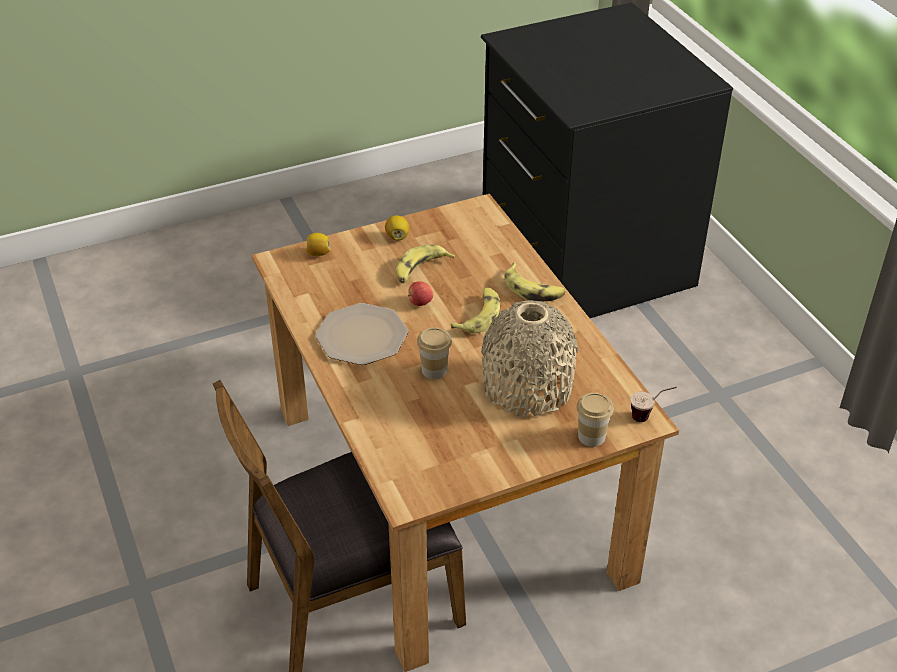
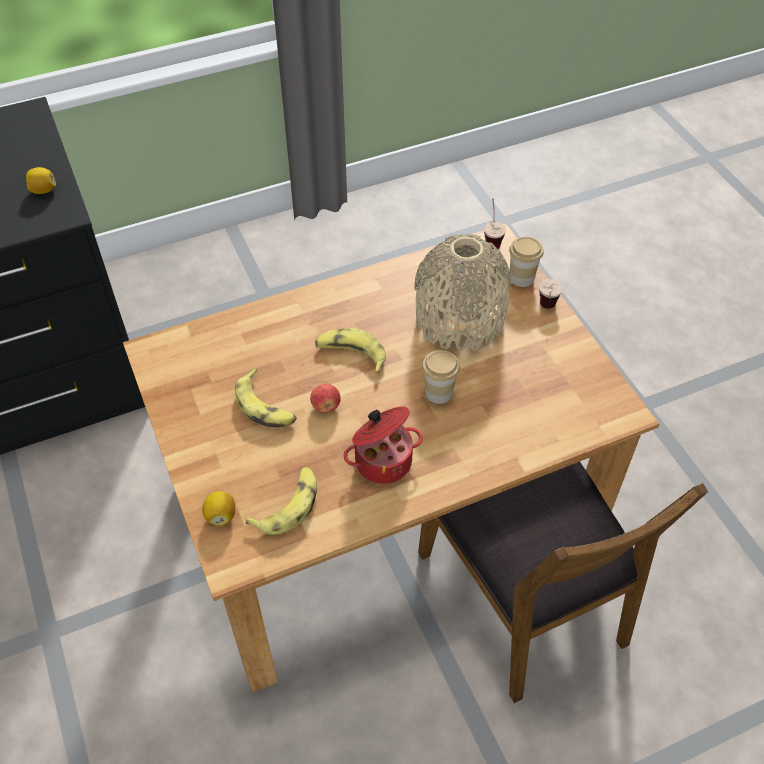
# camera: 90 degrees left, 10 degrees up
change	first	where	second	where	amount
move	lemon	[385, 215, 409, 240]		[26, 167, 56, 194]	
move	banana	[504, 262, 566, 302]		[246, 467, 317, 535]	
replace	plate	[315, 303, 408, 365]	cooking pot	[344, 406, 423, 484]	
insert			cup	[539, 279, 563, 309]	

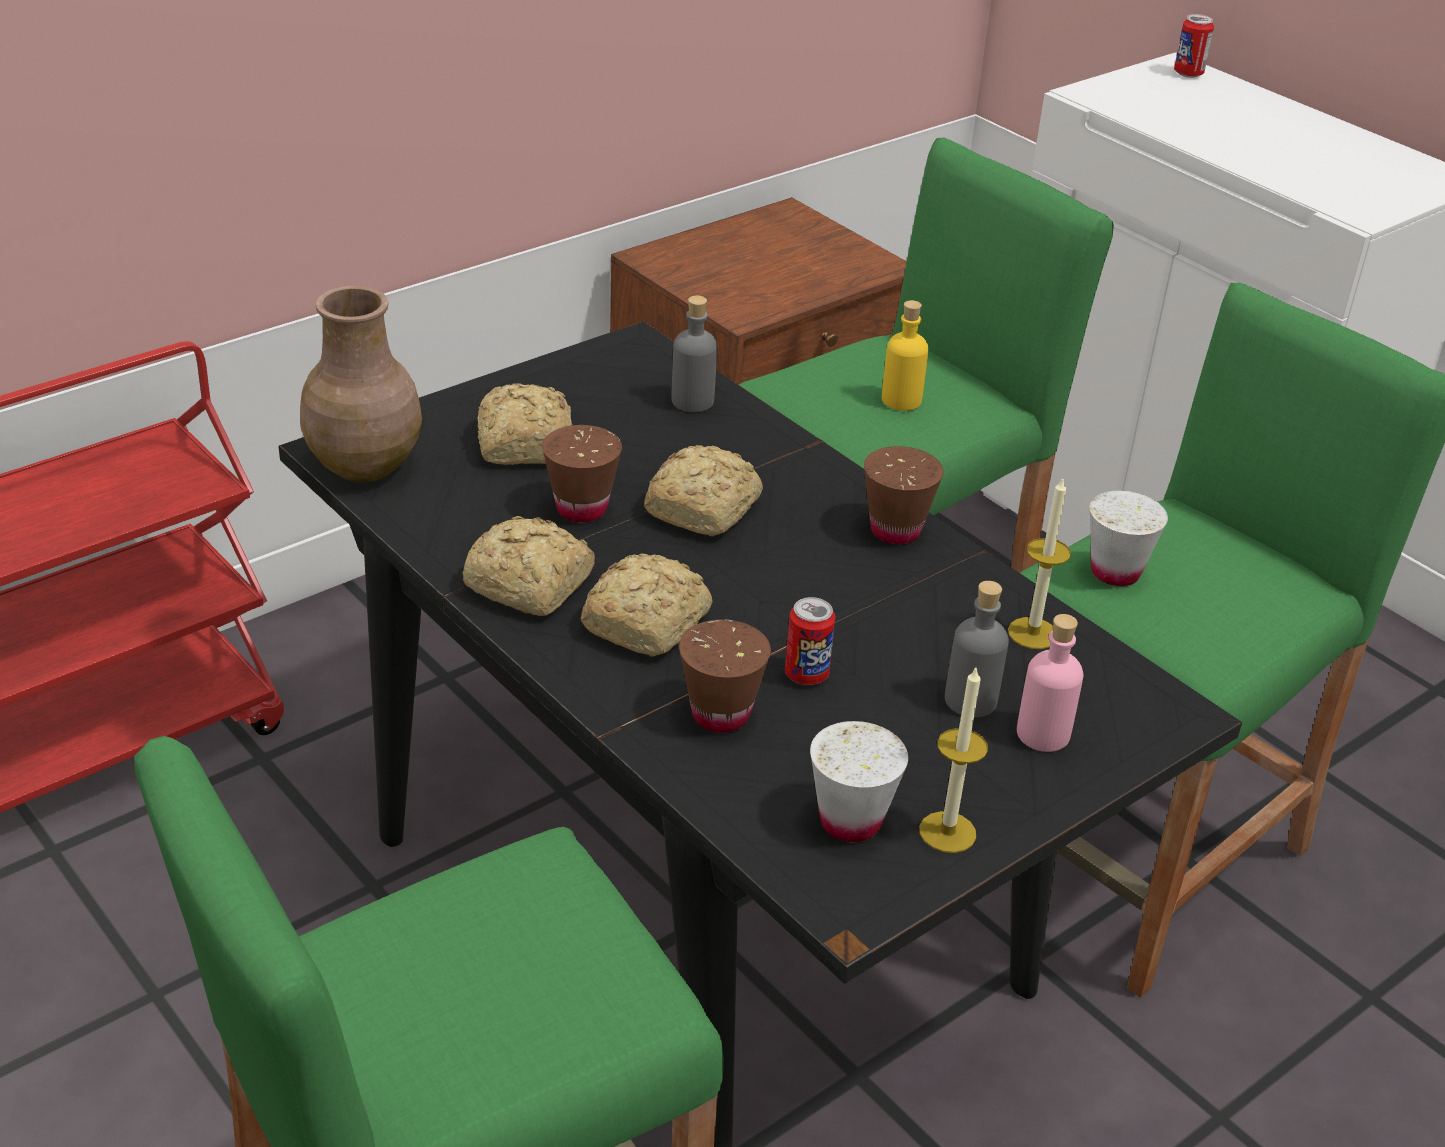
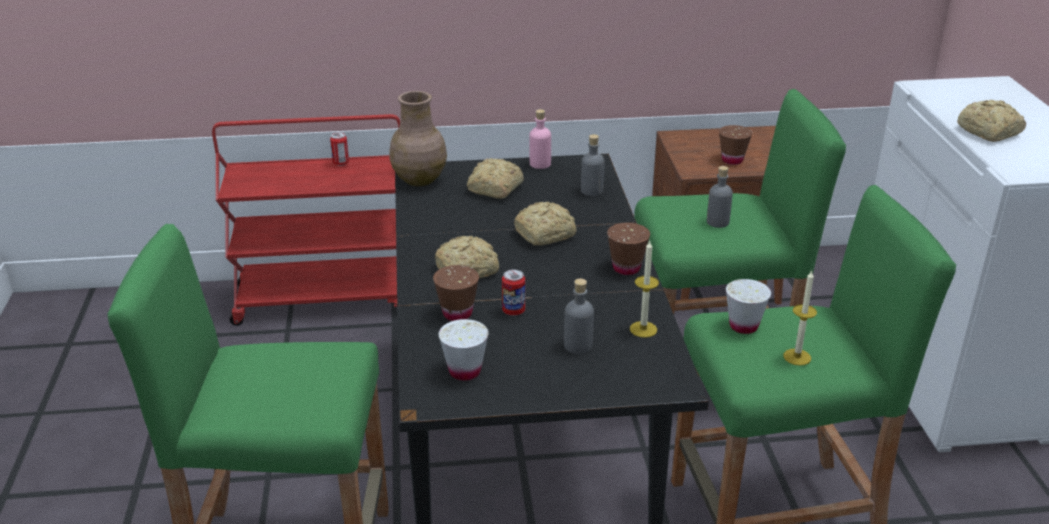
# camera: 35 degrees right, 5 degrees down
change	first	where	second	where	amount
move	can	[1174, 14, 1214, 78]		[330, 132, 349, 166]	
move	pink bottle	[1017, 614, 1083, 752]		[529, 109, 551, 169]	
recolor	yellow bottle	[882, 300, 928, 411]	grey bottle	[707, 166, 733, 228]	
move	brown cup	[542, 425, 622, 523]		[719, 125, 752, 165]	
move	candle	[919, 668, 988, 853]		[783, 270, 817, 366]	
move	bread	[463, 516, 595, 616]		[957, 100, 1026, 142]	

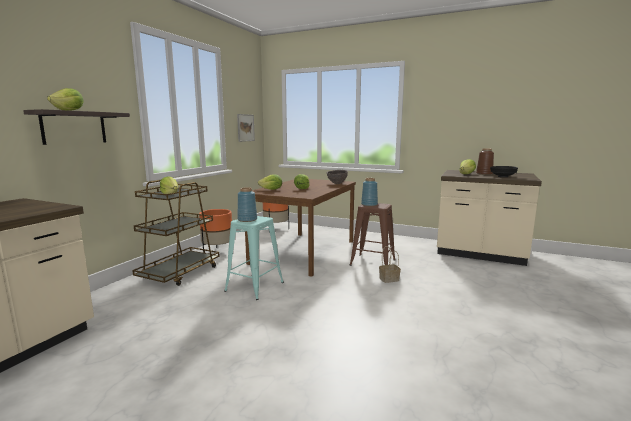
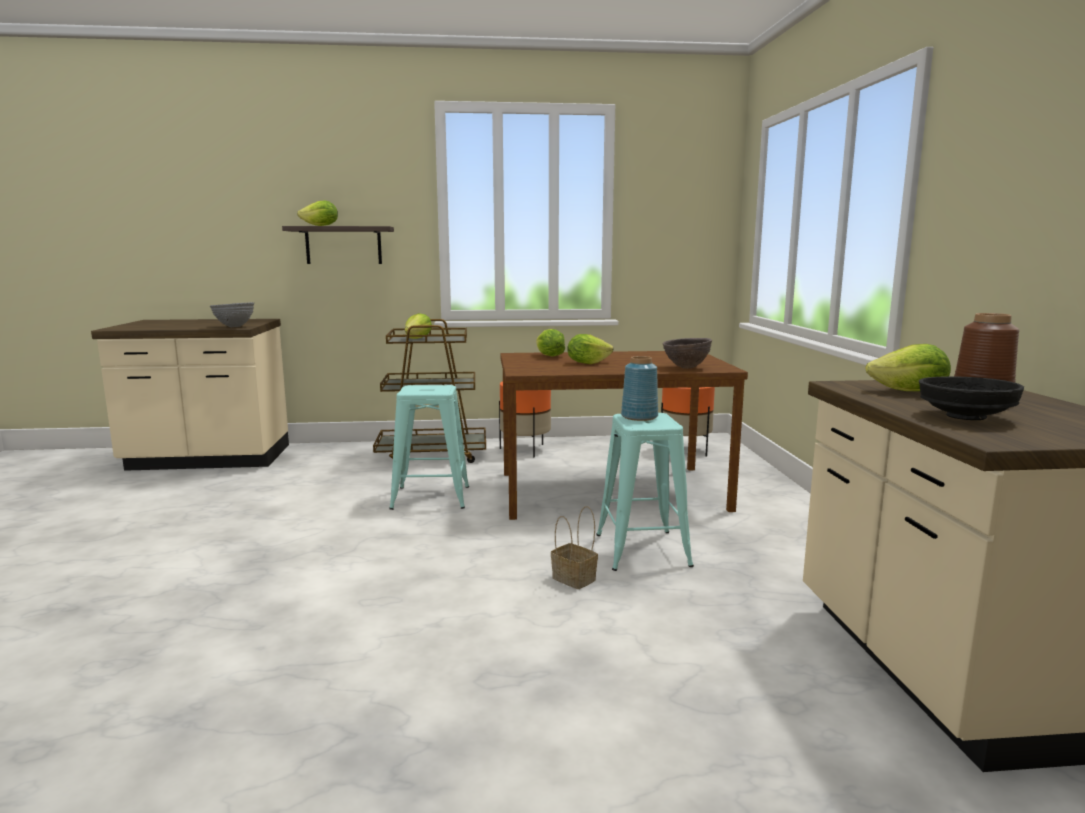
# camera: 60 degrees right, 0 degrees up
change	first	where	second	where	amount
insert			grey bowl	[210, 302, 254, 327]	
recolor	brown stool	[350, 203, 395, 266]	turquoise stool	[596, 413, 694, 571]	
delete	picture	[237, 114, 255, 142]			
delete	blue vase	[237, 187, 257, 222]			

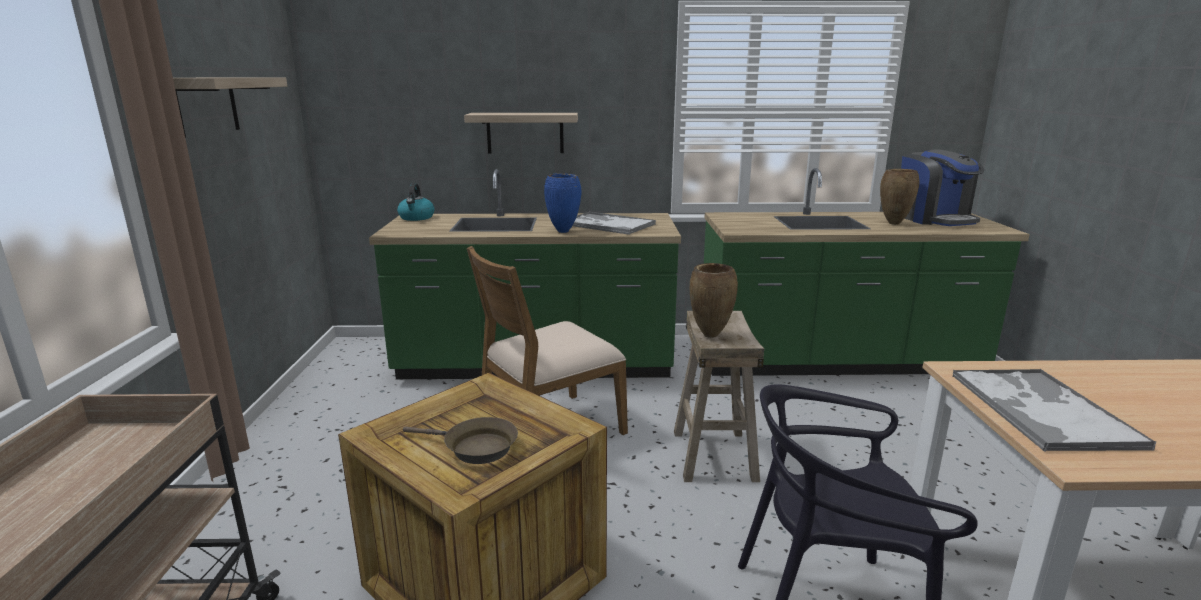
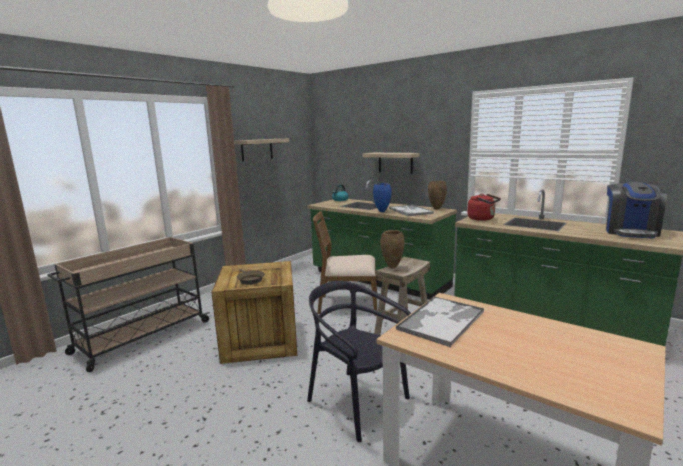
# camera: 40 degrees right, 5 degrees down
change	first	where	second	where	amount
move	brown vase	[880, 169, 920, 225]		[428, 181, 447, 210]	
insert			red kettle	[467, 194, 501, 221]	

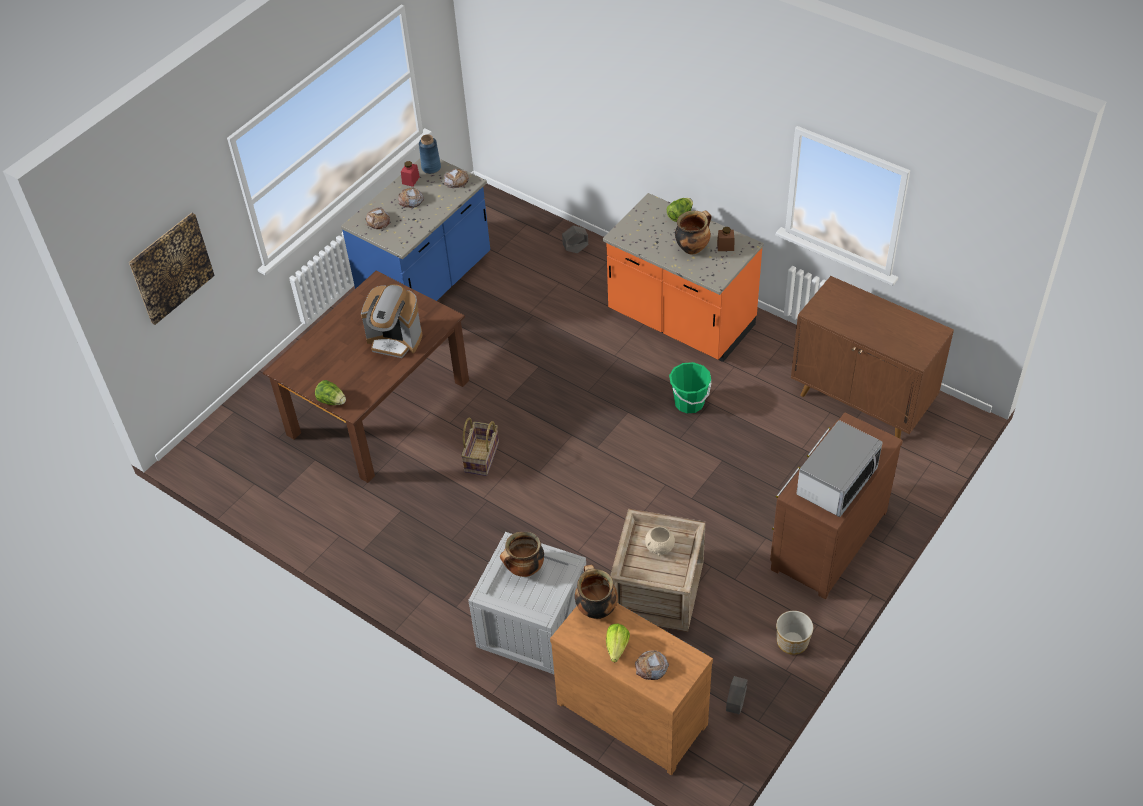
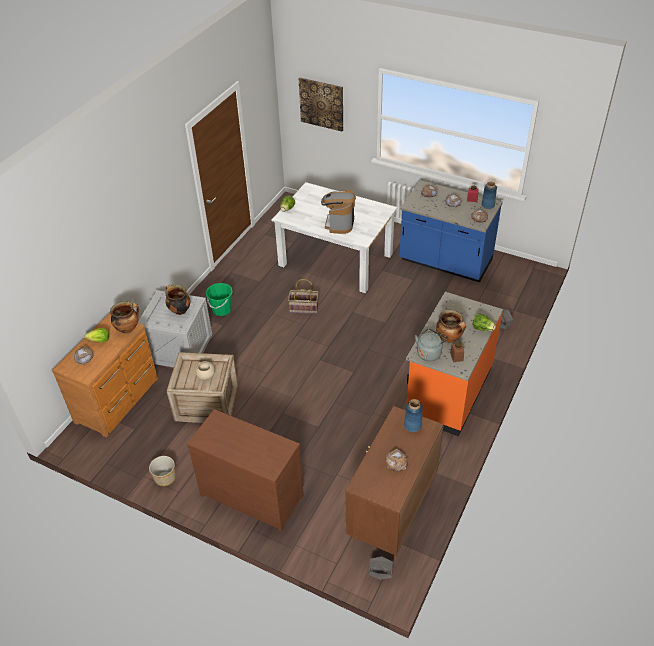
# camera: 80 degrees right, 5 degrees down
change	first	where	second	where	amount
move	green bucket	[669, 362, 711, 413]		[206, 283, 233, 316]	
recolor	brown dining table	[263, 271, 469, 483]	white dining table	[271, 182, 397, 293]	
move	grey planter	[726, 676, 748, 715]		[369, 556, 393, 580]	
insert			bread	[386, 449, 408, 472]	
insert			blue vase	[404, 399, 423, 432]	
insert			grey kettle	[415, 328, 448, 361]	
delete	microwave	[796, 420, 883, 517]			

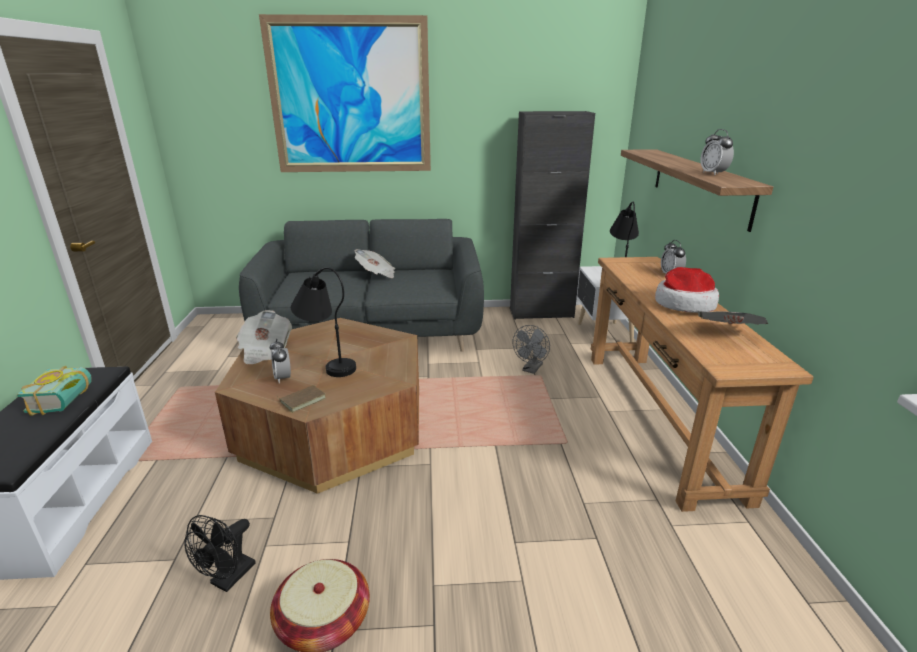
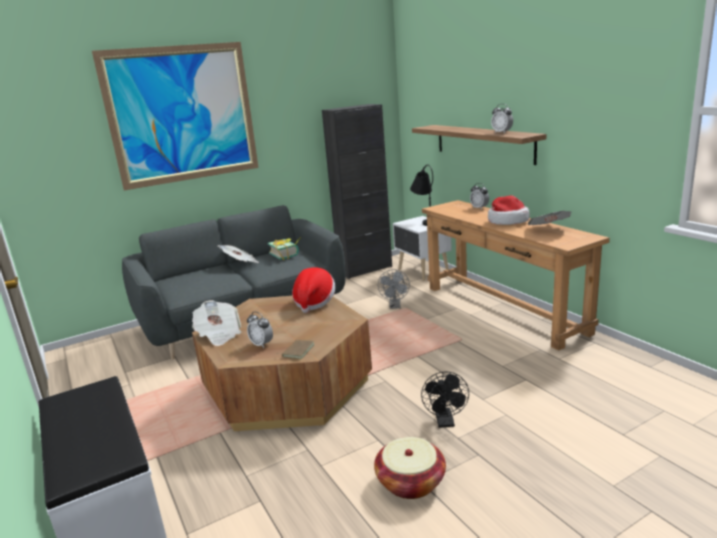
# camera: 25 degrees left, 5 degrees down
change	first	where	second	where	amount
move	book	[17, 366, 92, 416]		[268, 237, 301, 260]	
insert			hat	[292, 267, 335, 313]	
move	black fan	[184, 515, 256, 592]		[421, 371, 469, 428]	
delete	black table lamp	[291, 267, 356, 377]			

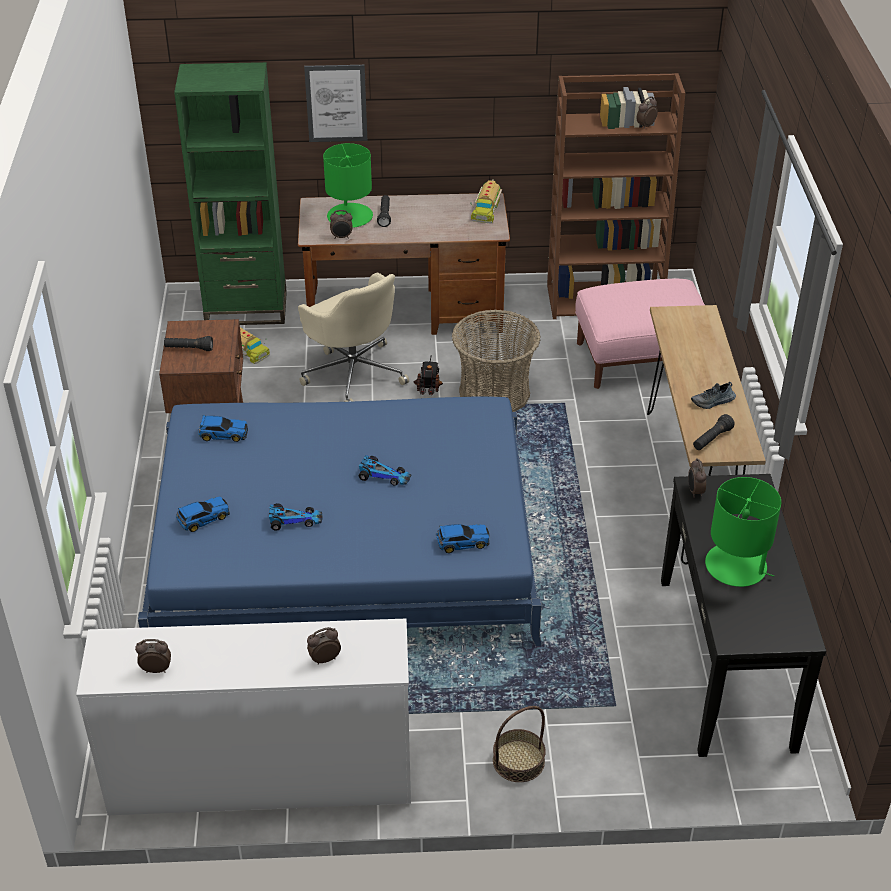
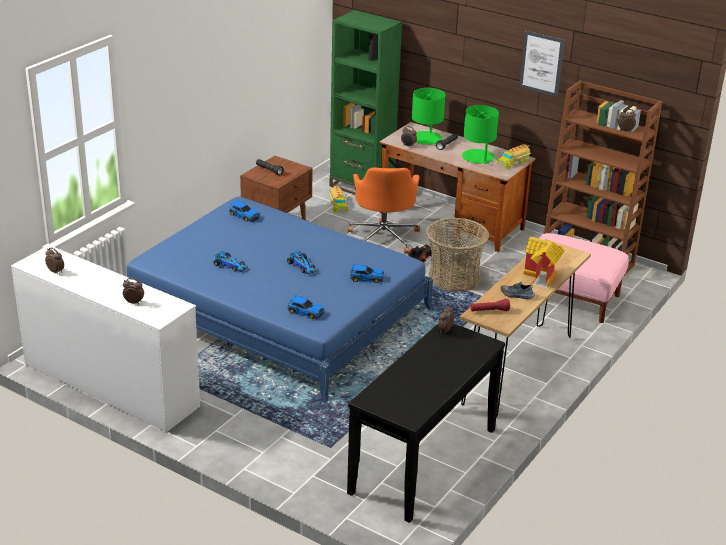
# camera: 35 degrees right, 10 degrees down
change	first	where	second	where	amount
recolor	beige office chair	[298, 273, 409, 402]	orange office chair	[348, 167, 420, 254]	
move	toy car	[176, 496, 230, 532]		[350, 264, 384, 283]	
move	green table lamp	[705, 477, 781, 587]		[462, 105, 499, 164]	
recolor	black flashlight	[693, 414, 734, 450]	red flashlight	[470, 299, 510, 311]	
move	picture	[304, 65, 367, 142]		[519, 31, 564, 97]	
insert			toy house	[523, 237, 565, 288]	
delete	basket	[493, 706, 546, 782]			

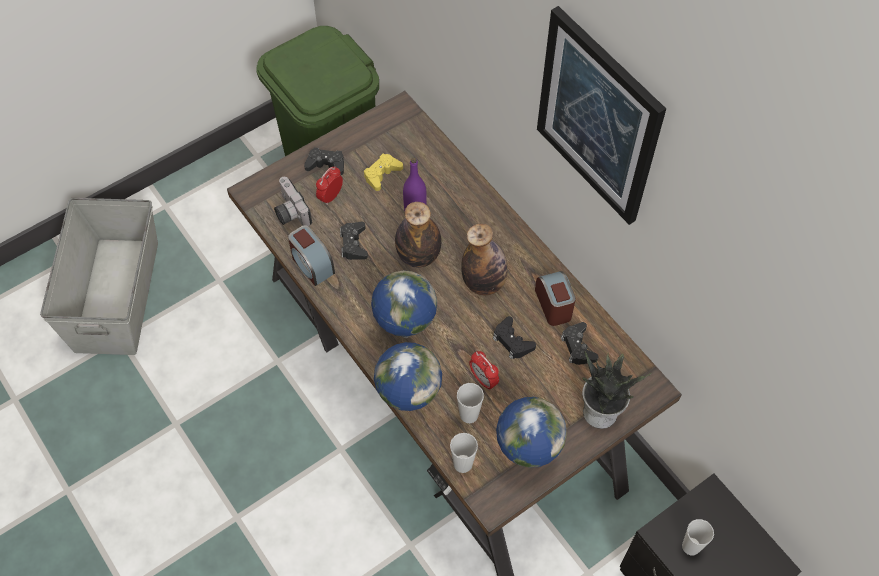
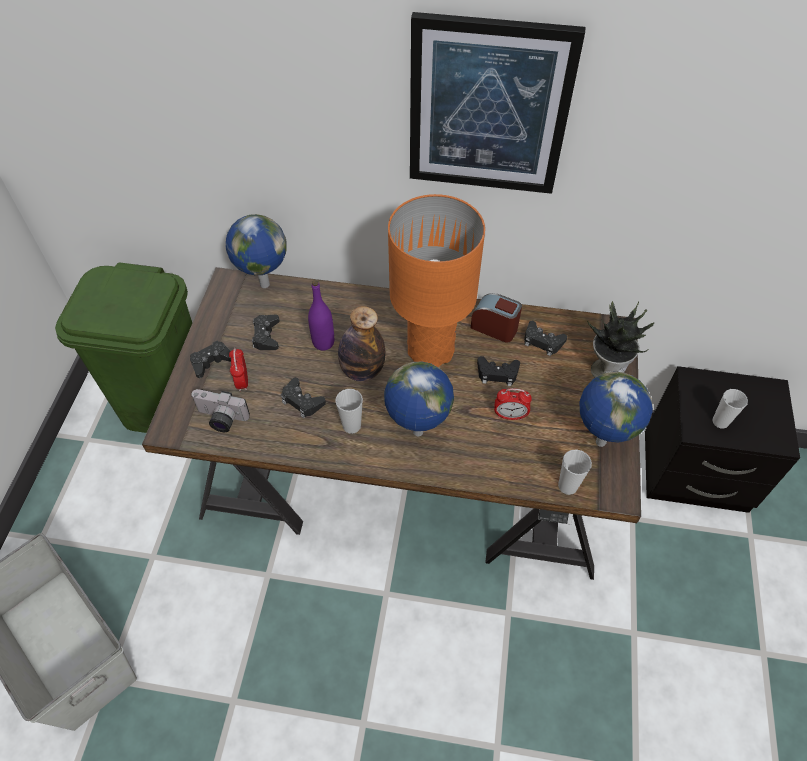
# camera: 45 degrees left, 5 degrees down
change	first	where	second	where	amount
move	globe	[374, 342, 442, 411]		[226, 214, 287, 288]	
recolor	yellow game controller	[364, 154, 403, 191]	black game controller	[252, 314, 280, 350]	
move	cup	[457, 383, 484, 423]		[335, 389, 363, 434]	
replace	bottle	[461, 224, 508, 295]	orange table lamp	[388, 194, 485, 367]	
delete	alarm clock	[288, 225, 335, 286]			

